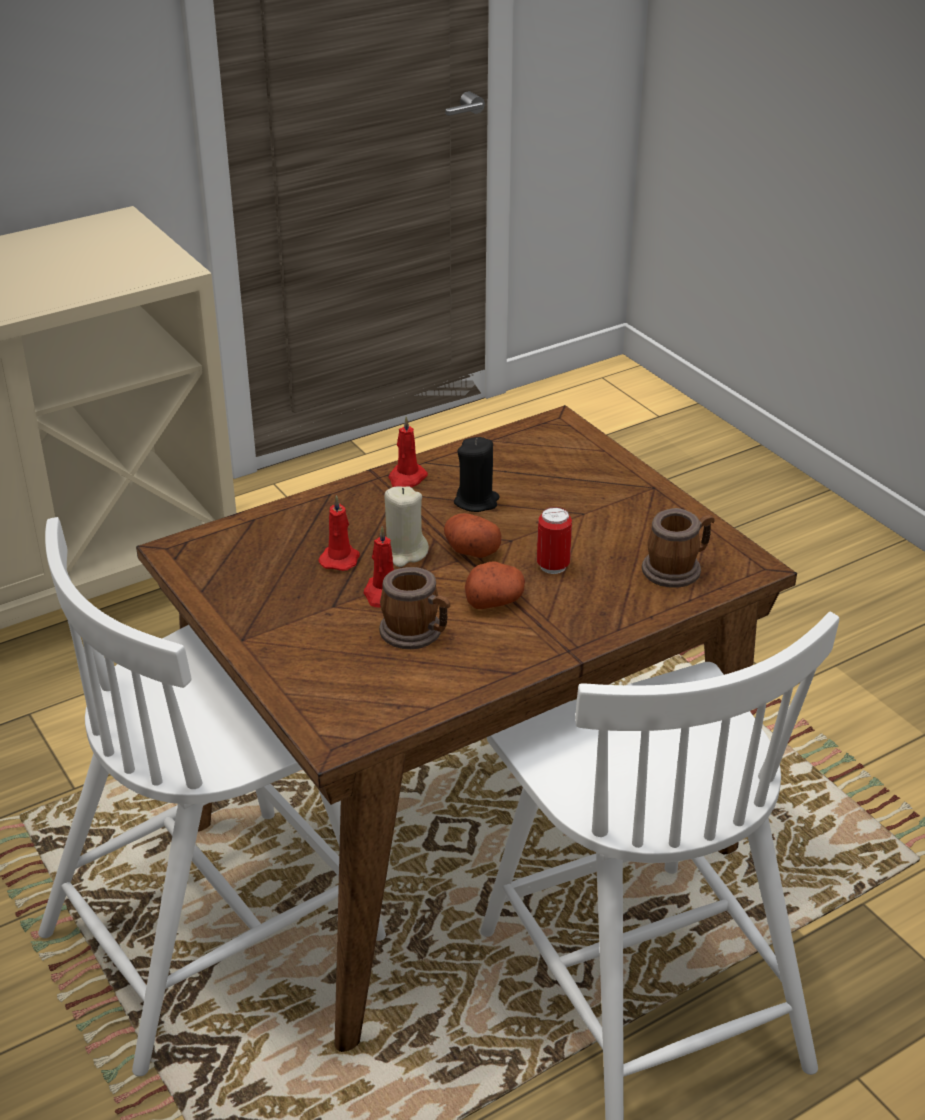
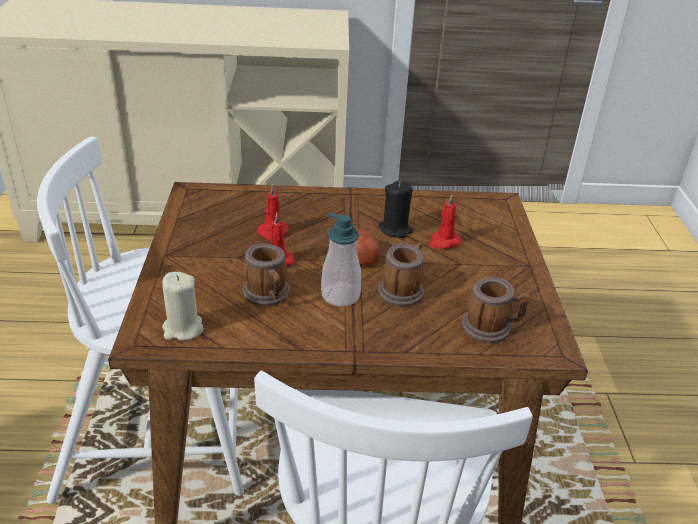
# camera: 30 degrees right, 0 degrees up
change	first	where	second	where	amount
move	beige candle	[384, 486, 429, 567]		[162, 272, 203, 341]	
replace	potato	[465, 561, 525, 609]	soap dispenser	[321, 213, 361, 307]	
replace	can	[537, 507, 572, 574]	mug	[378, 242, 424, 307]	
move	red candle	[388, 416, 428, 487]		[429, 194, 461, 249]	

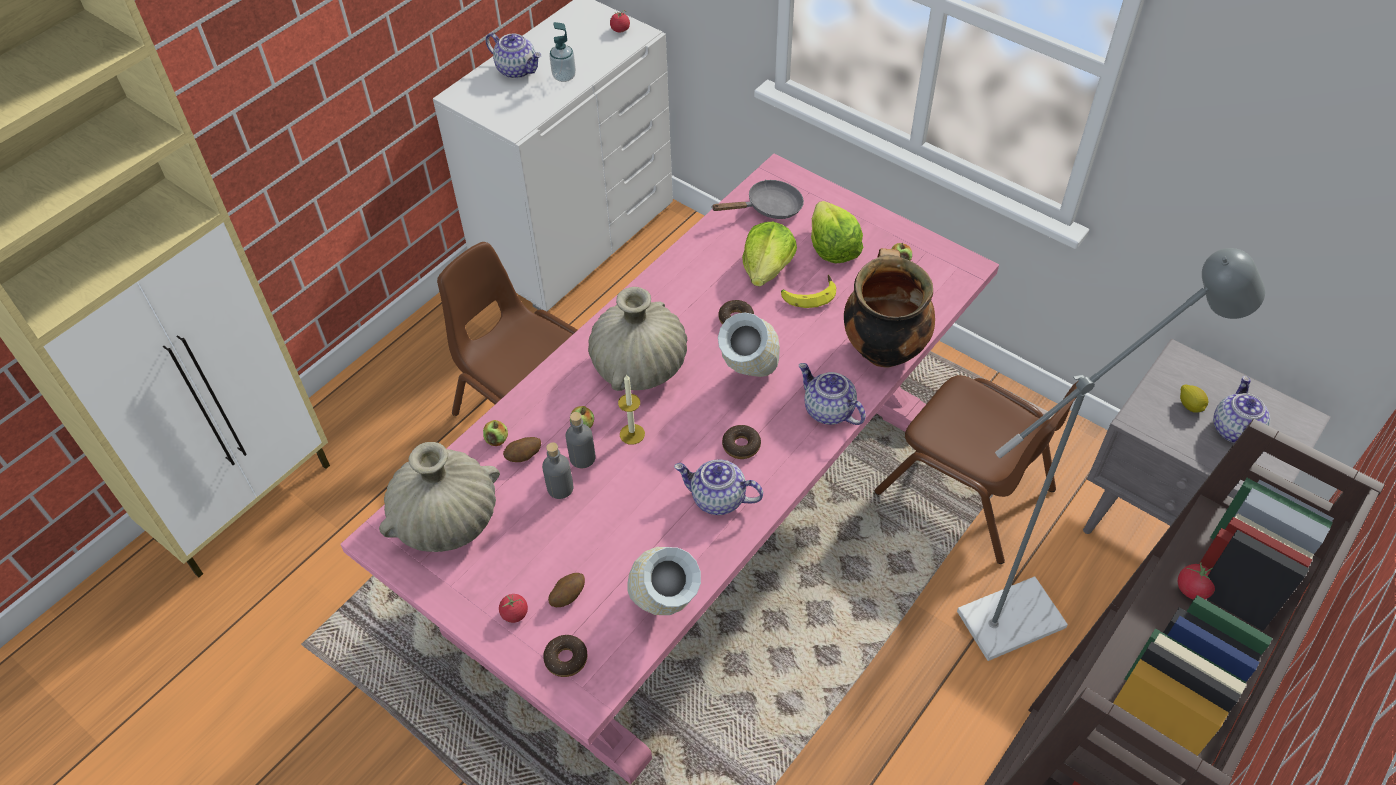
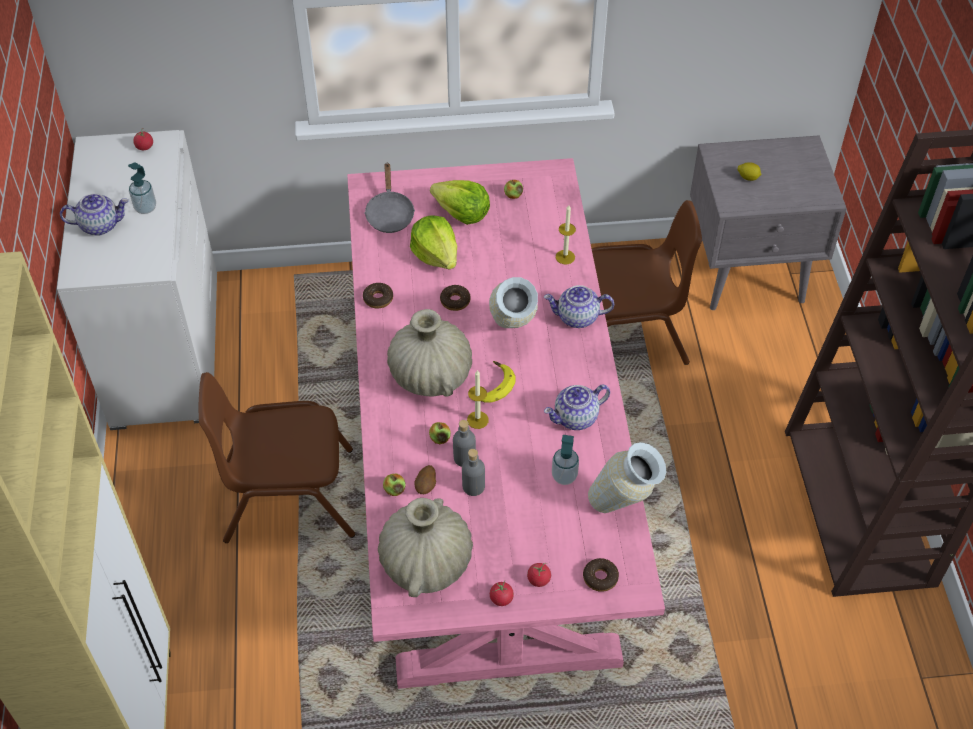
# camera: 45 degrees left, 0 degrees up
change	first	where	second	where	amount
move	donut	[722, 425, 761, 459]		[363, 283, 393, 308]	
rotate	grey frying pan	[711, 180, 804, 219]		[364, 164, 415, 233]	150 degrees clockwise
move	banana	[781, 275, 836, 308]		[482, 361, 515, 403]	
move	tomato	[1178, 562, 1215, 600]		[490, 581, 514, 606]	
insert			soap dispenser	[552, 435, 579, 485]	
replace	cooking pot	[844, 248, 935, 368]	candle	[556, 205, 576, 265]	
delete	potato	[548, 573, 585, 607]			
delete	grey floor lamp	[957, 248, 1265, 661]			
delete	teapot	[1213, 376, 1270, 443]			

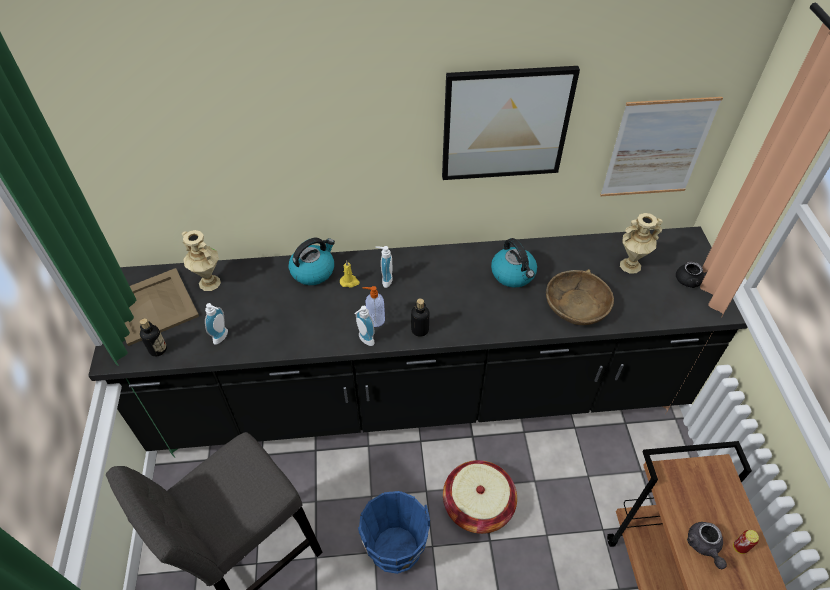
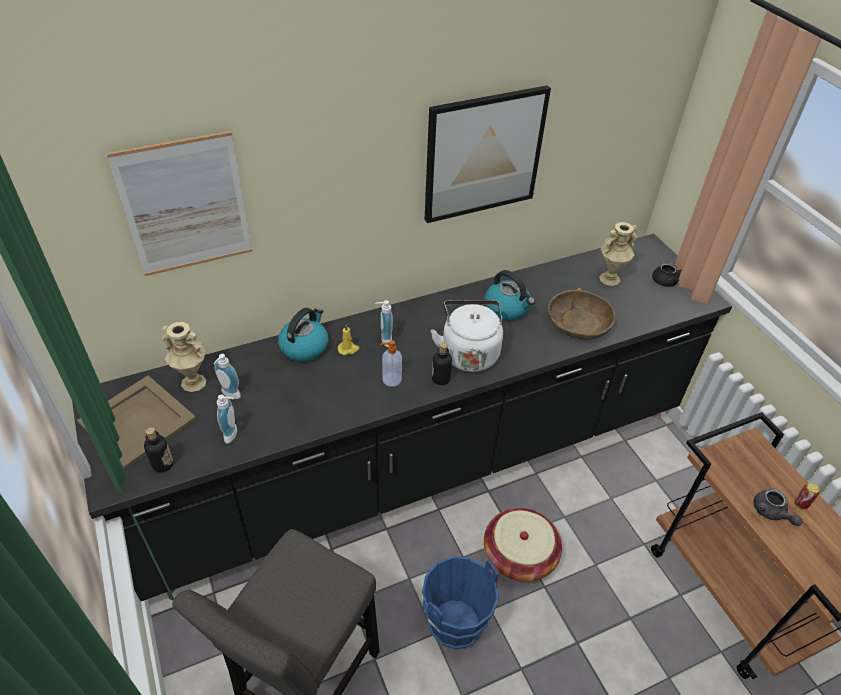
# camera: 20 degrees left, 5 degrees down
change	first	where	second	where	amount
move	picture	[600, 97, 723, 196]		[106, 131, 252, 276]	
move	soap dispenser	[355, 306, 375, 346]		[214, 354, 241, 399]	
insert			white kettle	[430, 300, 503, 372]	

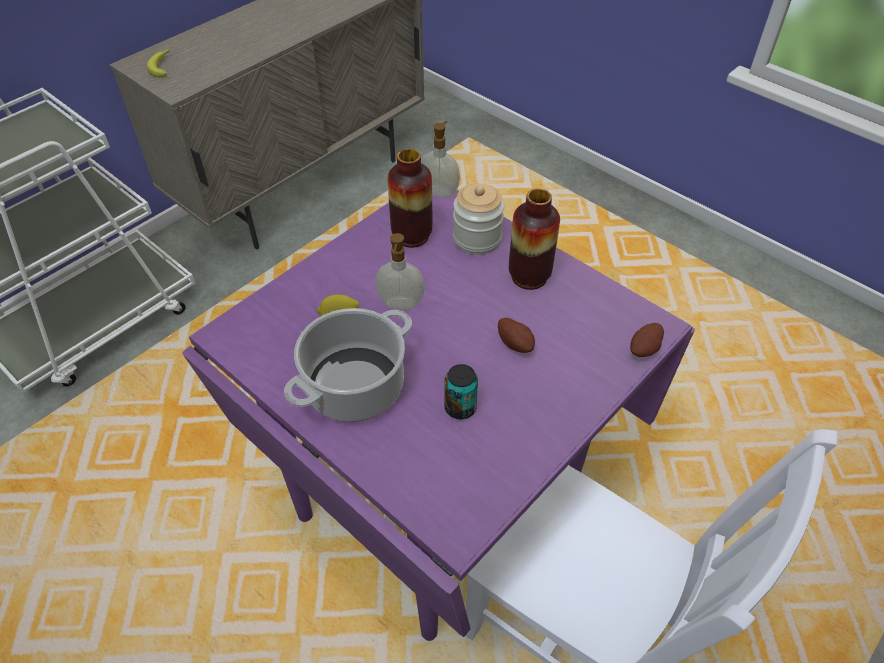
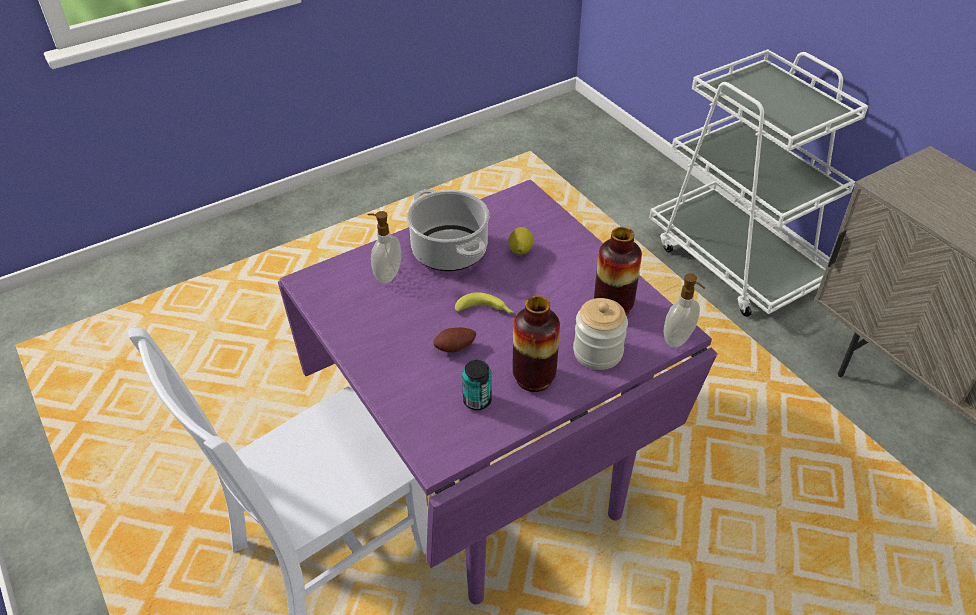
# camera: 105 degrees right, 5 degrees down
change	first	where	second	where	amount
move	soap dispenser	[375, 233, 425, 310]		[368, 211, 401, 284]	
move	banana	[147, 49, 169, 77]		[455, 292, 514, 314]	
move	can	[444, 364, 478, 419]		[462, 360, 492, 410]	
delete	potato	[630, 323, 664, 357]			

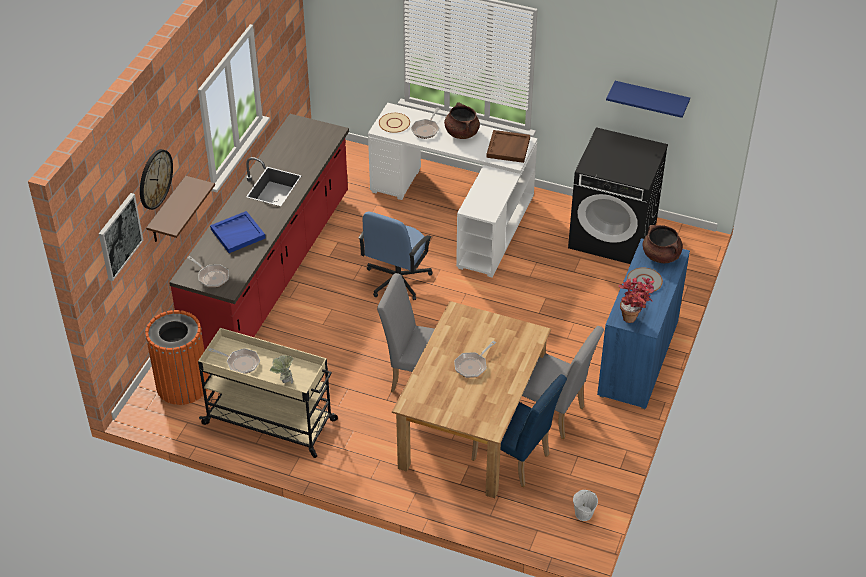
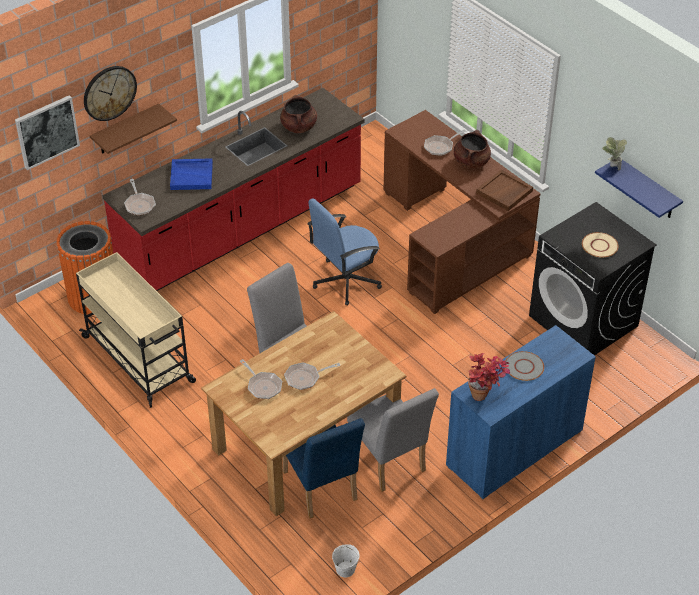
# camera: 30 degrees right, 0 degrees up
change	first	where	second	where	amount
move	frying pan	[208, 348, 260, 374]		[240, 359, 282, 399]	
move	brown cooking pot	[643, 225, 683, 263]		[280, 95, 317, 133]	
recolor	white desk	[368, 103, 537, 278]	brown desk	[384, 110, 541, 314]	
move	beige plate	[379, 113, 410, 133]		[582, 232, 619, 257]	
move	potted plant	[270, 355, 293, 384]		[602, 137, 627, 170]	

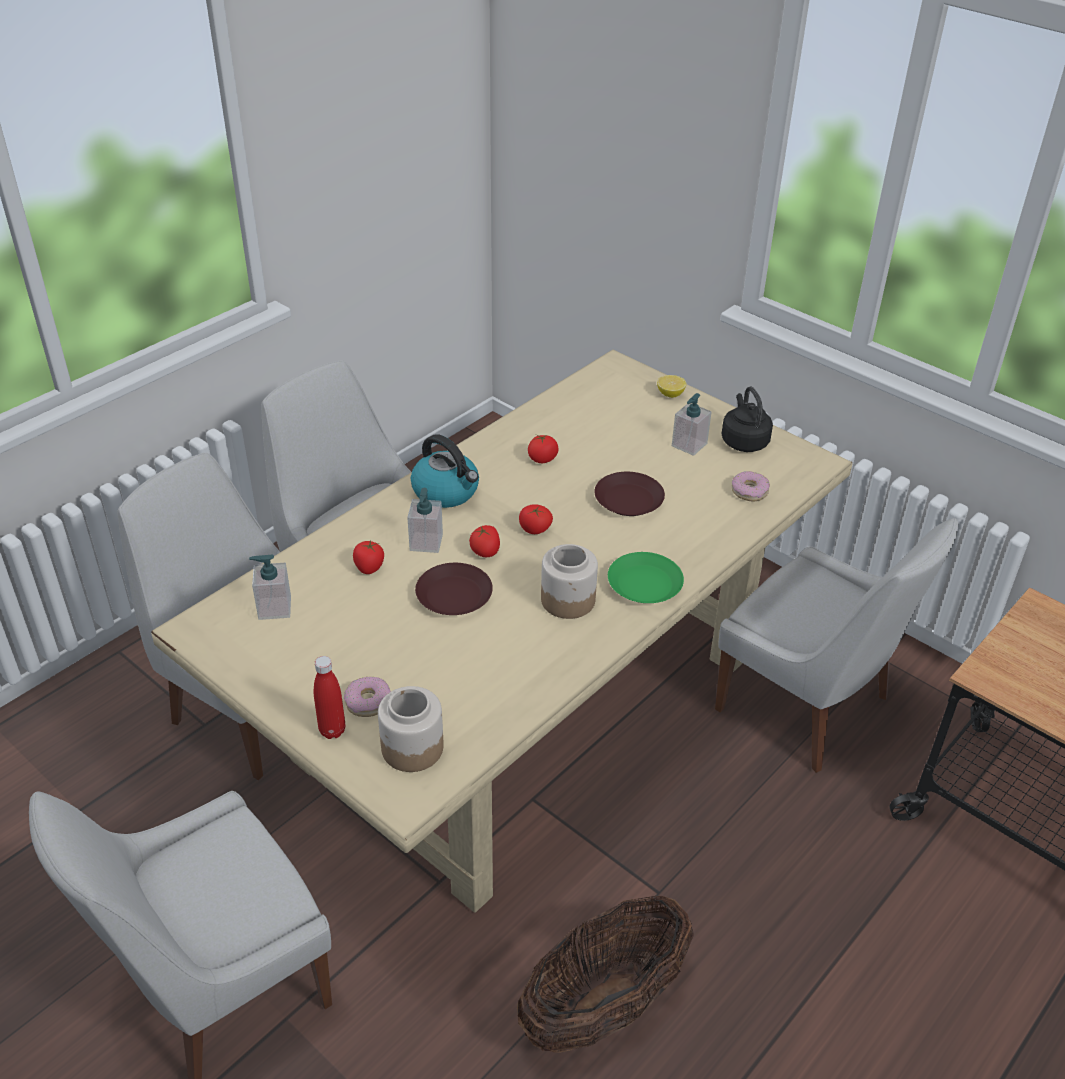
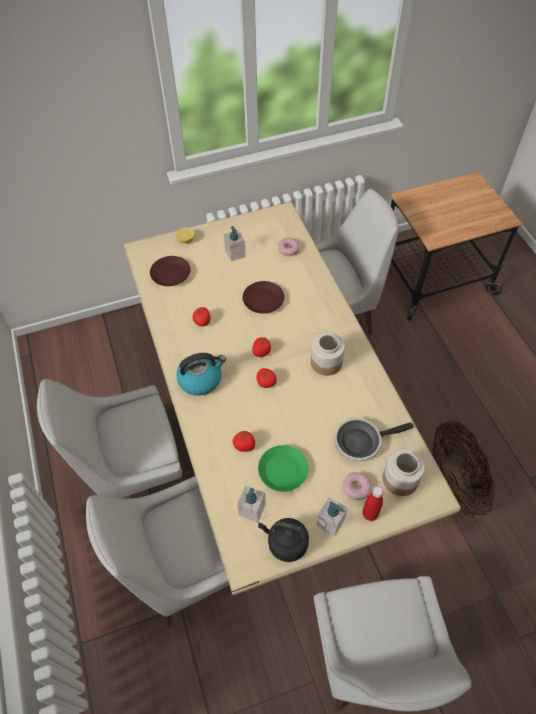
# camera: 60 degrees left, 15 degrees up
change	first	where	second	where	amount
move	brown plate	[415, 563, 493, 615]		[150, 256, 191, 286]	
move	green plate	[608, 552, 684, 603]		[258, 445, 309, 492]	
move	black kettle	[721, 387, 773, 452]		[258, 518, 309, 562]	
move	soap dispenser	[407, 488, 443, 553]		[317, 497, 348, 536]	
insert			frying pan	[334, 418, 414, 461]	

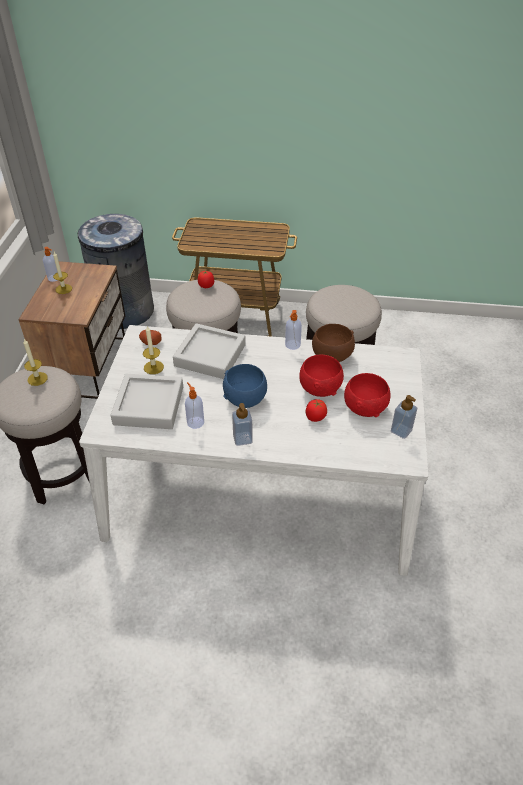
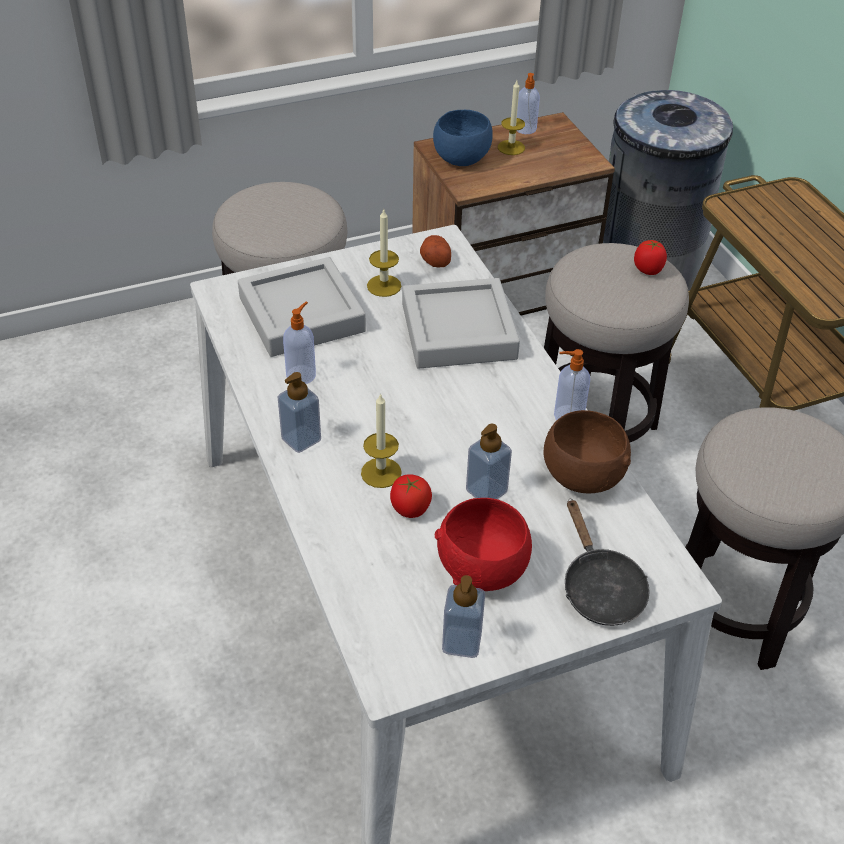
# camera: 60 degrees right, 0 degrees up
change	first	where	second	where	amount
move	candle	[23, 339, 48, 386]		[361, 393, 402, 488]	
move	blue bowl	[223, 364, 267, 408]		[433, 110, 493, 166]	
replace	red bowl	[299, 354, 344, 397]	soap dispenser	[466, 424, 512, 499]	
insert			black frying pan	[565, 499, 650, 626]	

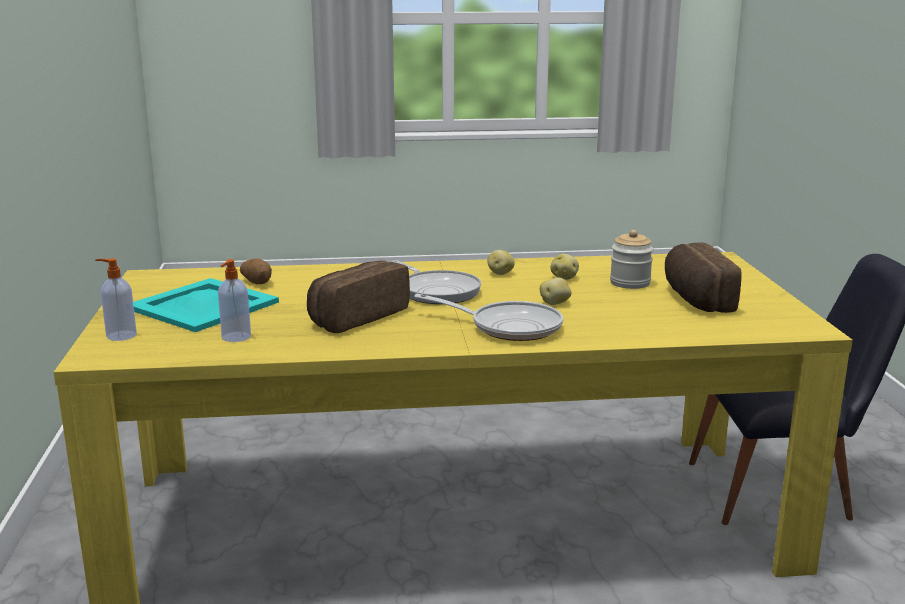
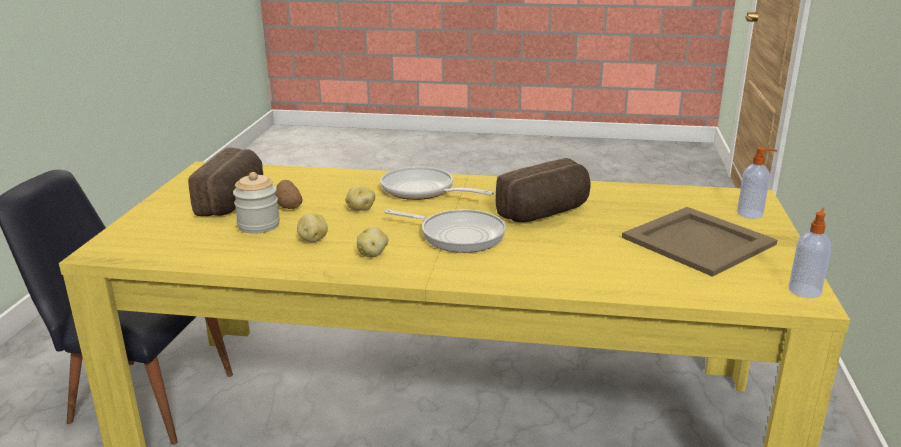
# camera: 165 degrees left, 5 degrees up
change	first	where	second	where	amount
move	potato	[240, 258, 272, 284]		[275, 180, 302, 209]	
rotate	frying pan	[392, 260, 481, 304]		[385, 209, 506, 253]	135 degrees clockwise
recolor	turquoise tray	[133, 278, 279, 332]	beige tray	[622, 207, 777, 277]	
move	soap dispenser	[218, 259, 251, 342]		[789, 208, 831, 298]	

